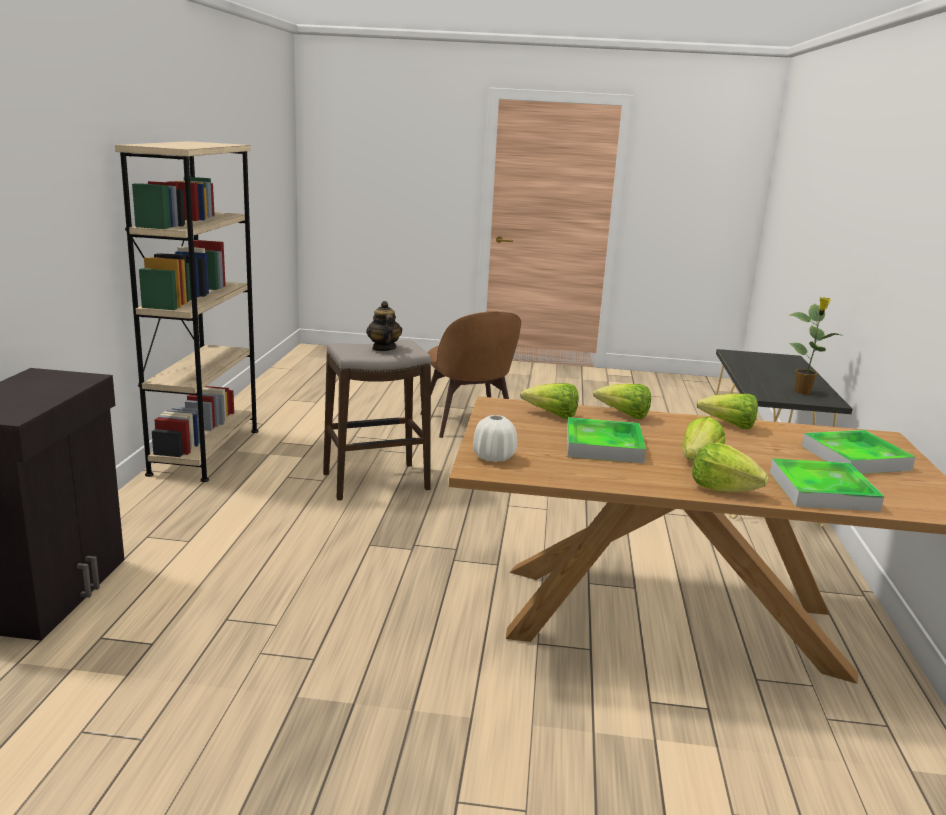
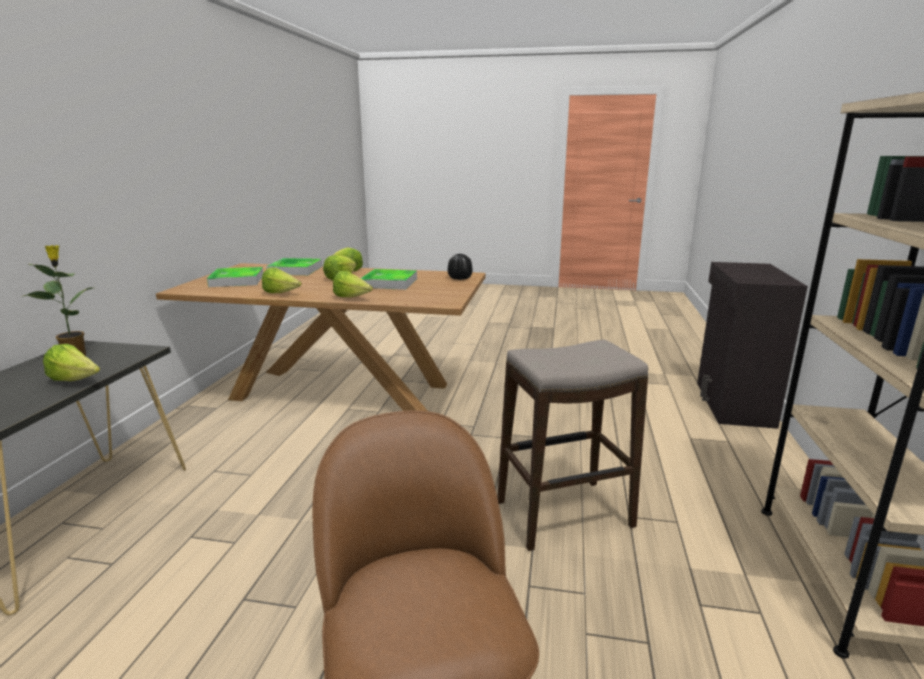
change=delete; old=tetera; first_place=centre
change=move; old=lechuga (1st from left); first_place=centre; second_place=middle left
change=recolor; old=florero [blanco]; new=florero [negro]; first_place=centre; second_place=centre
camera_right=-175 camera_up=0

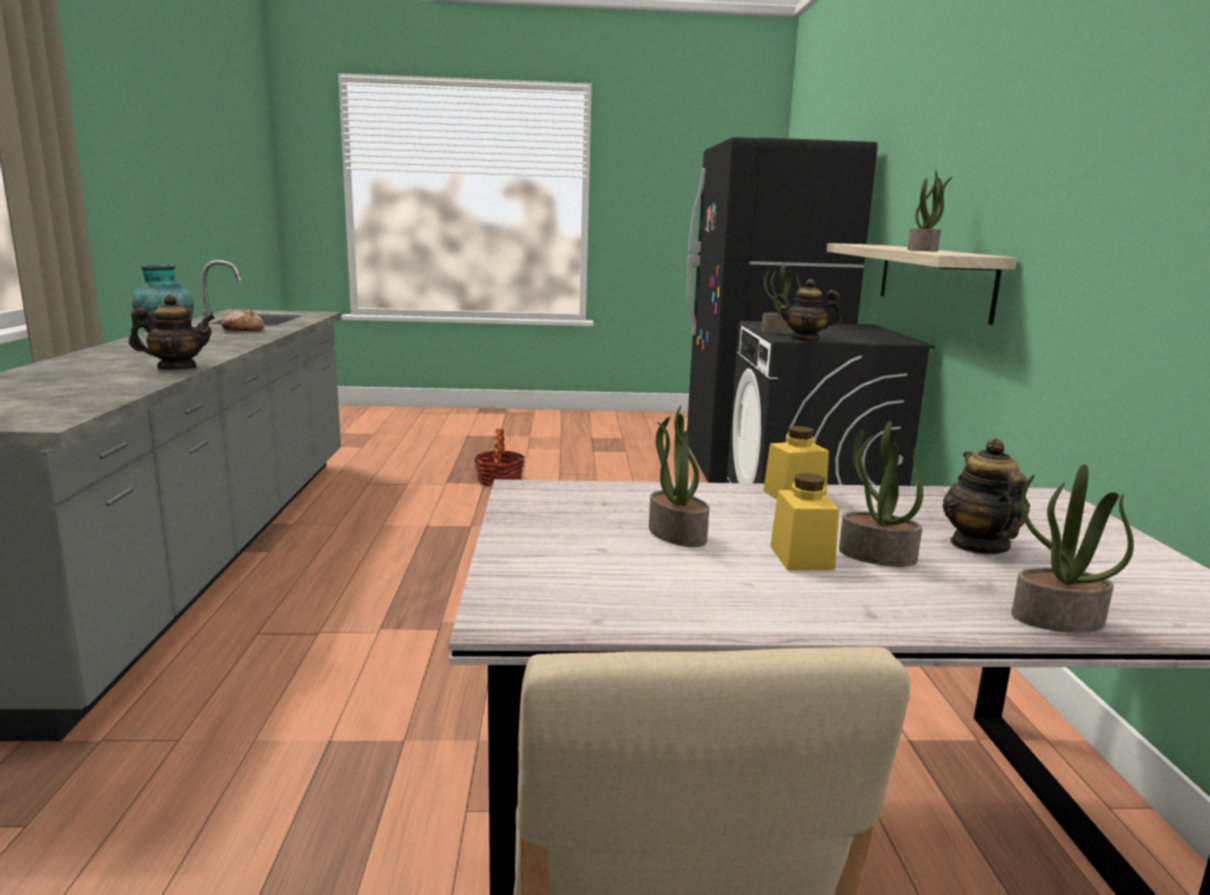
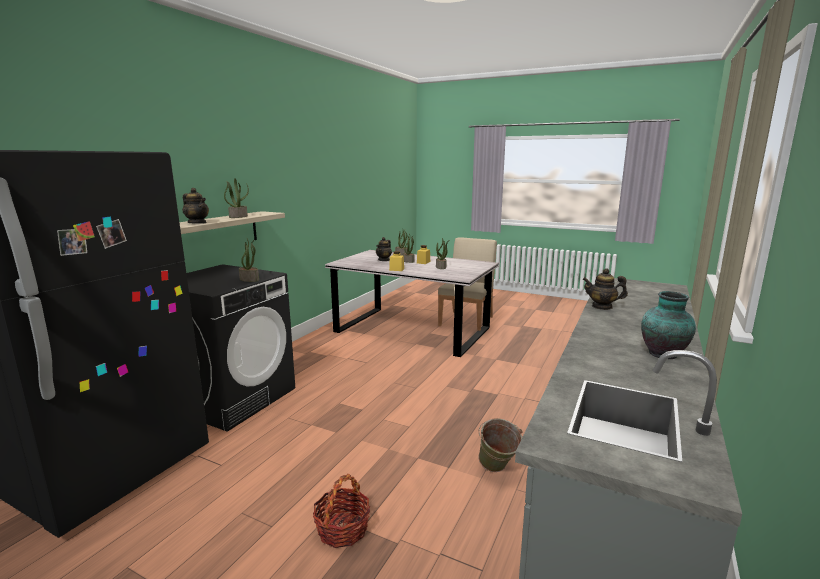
change=move; old=tetera (2nd from left in the first image); new=tetera (1st from left); first_place=middle right; second_place=middle left
change=delete; old=pan; first_place=middle left
change=insert; new=cubo [verde]; second_place=bottom centre
camera_right=-150 camera_up=0

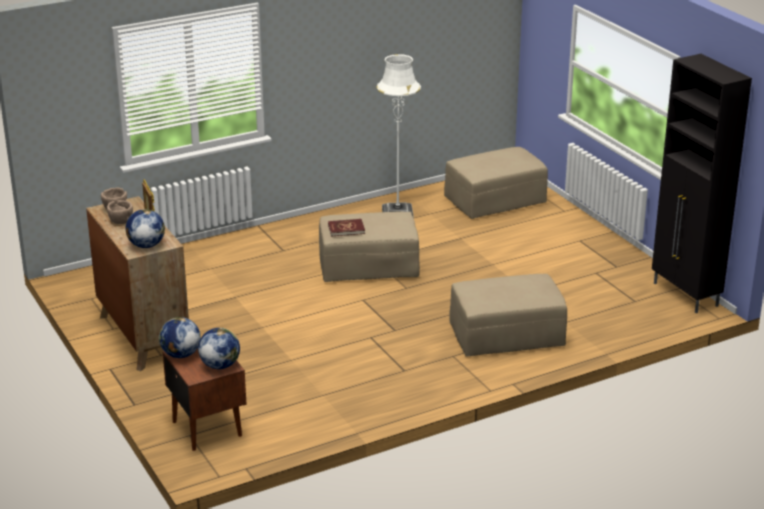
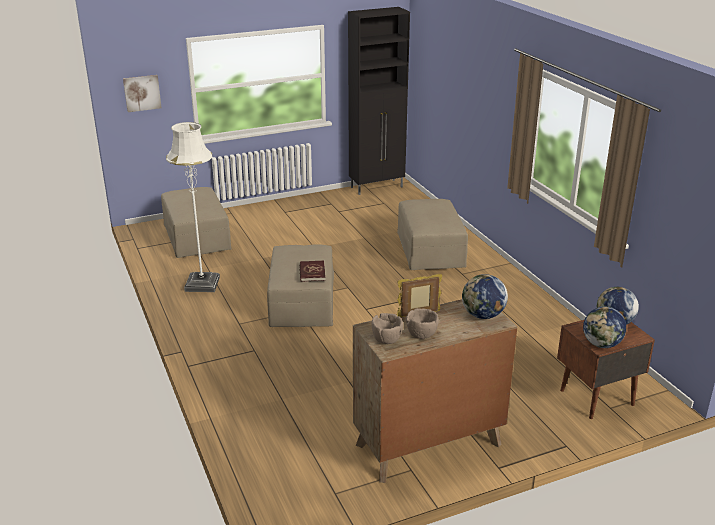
change=insert; new=cuadro; second_place=top left
camera_right=-85 camera_up=0

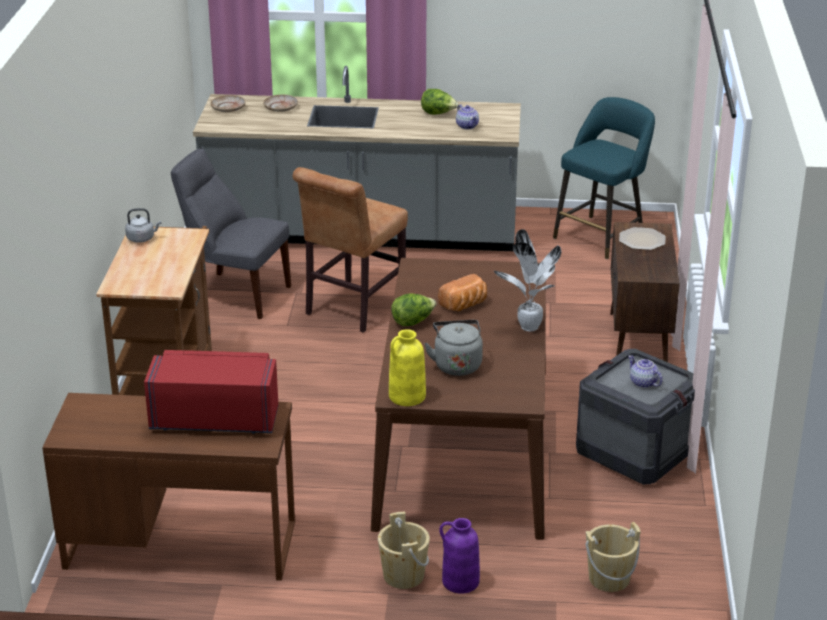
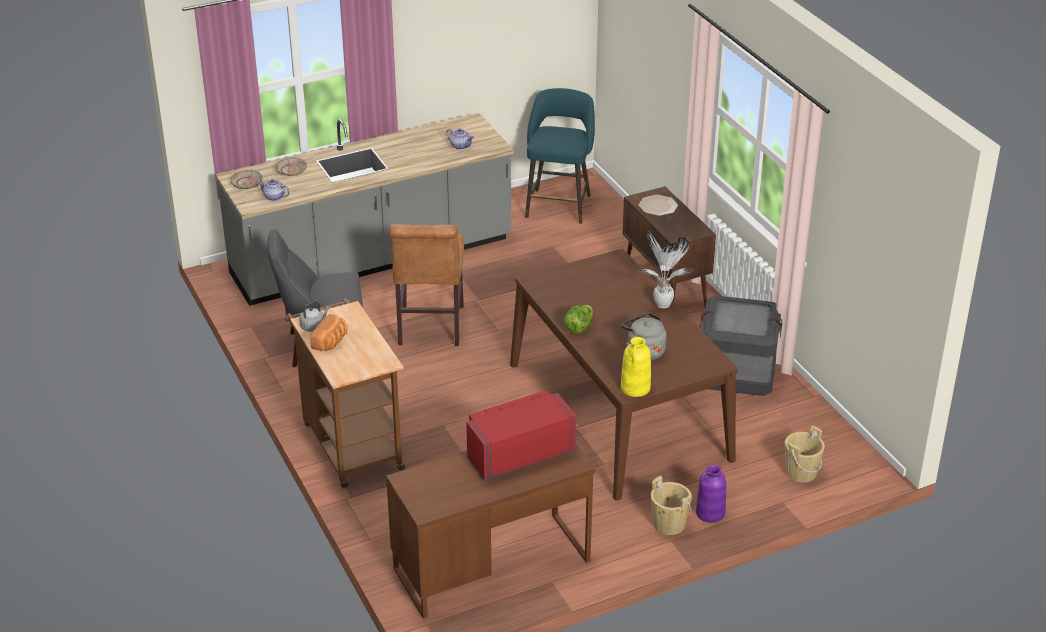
change=delete; old=lechuga (2nd from left); first_place=top centre
change=move; old=pan; first_place=centre; second_place=middle left
change=move; old=tetera (2nd from left in the first image); new=tetera (1st from left); first_place=middle right; second_place=top left
camera_right=-30 camera_up=5

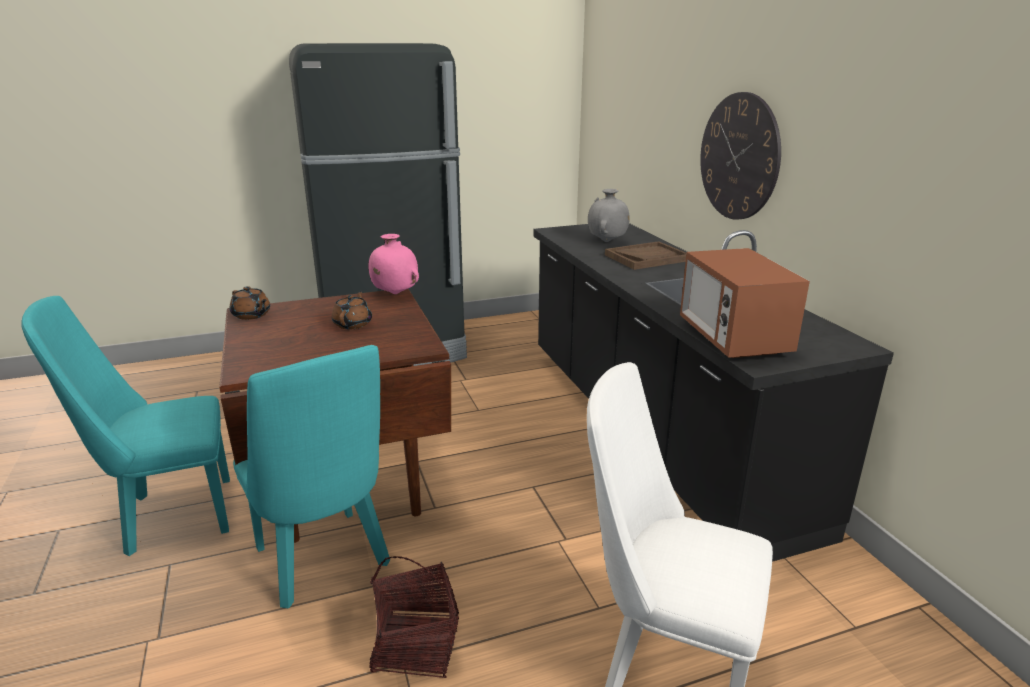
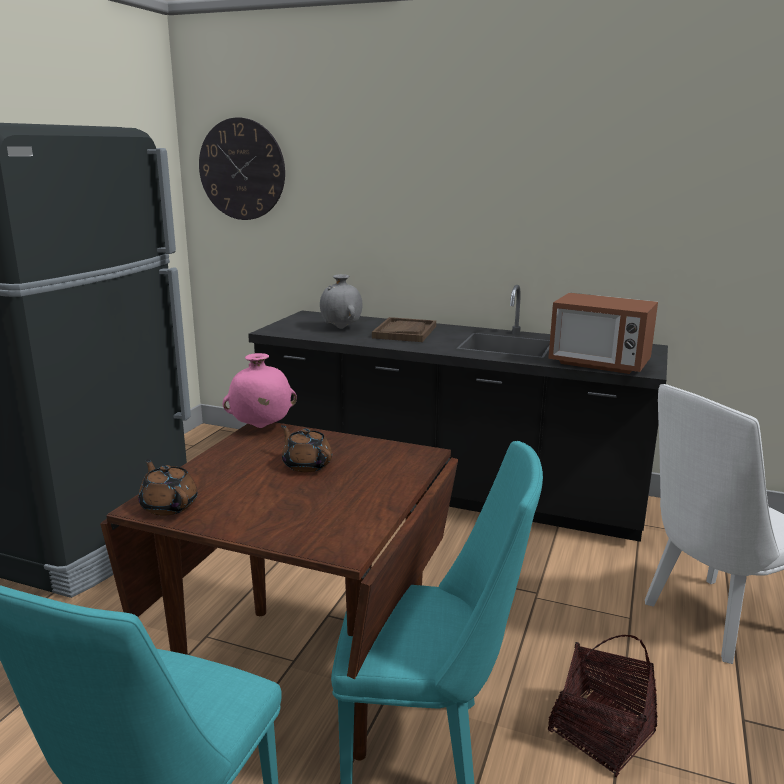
change=move; old=reloj de pared; first_place=top right; second_place=top left
change=rotate; old=tetera [marrón] (1st from left); first_place=middle left; second_place=middle left; degrees=-120
camera_right=-50 camera_up=-5

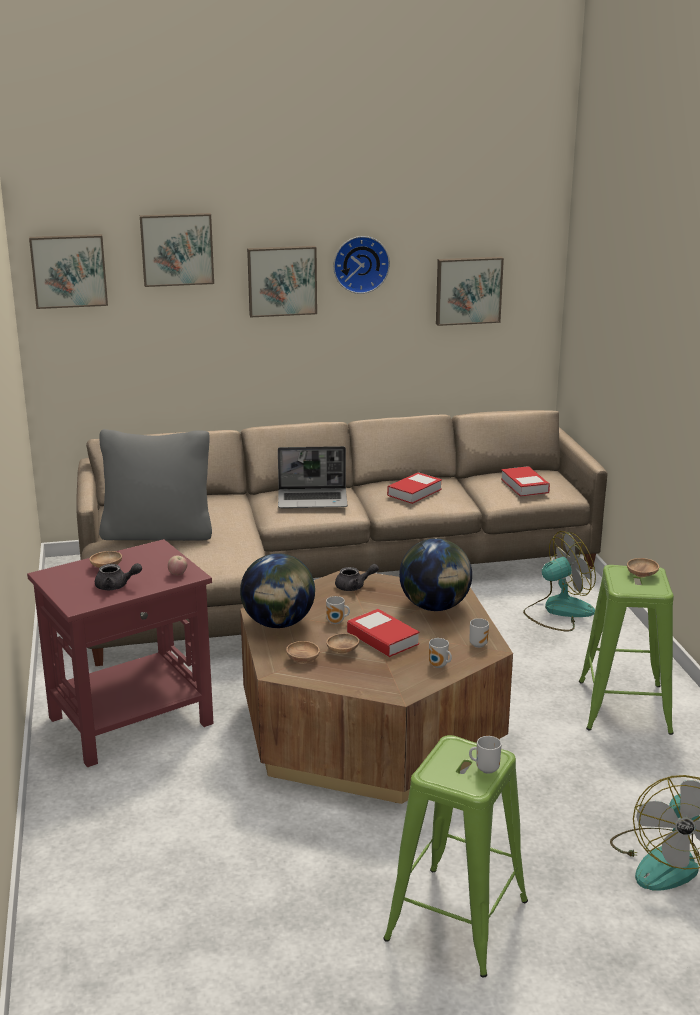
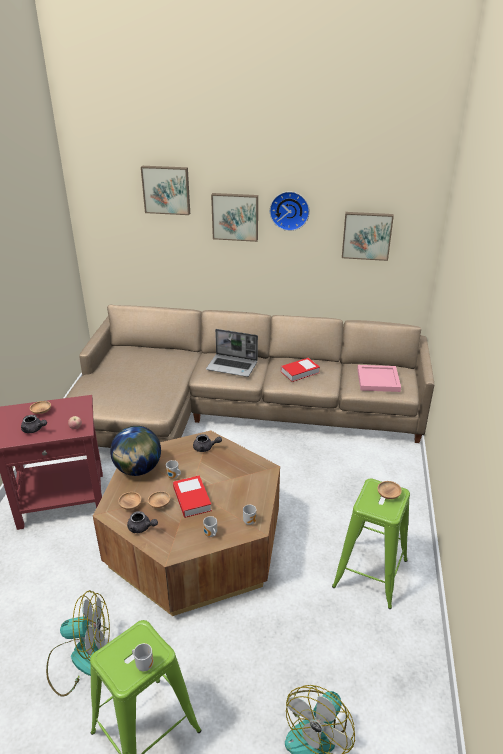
change=delete; old=cuadro (1st from left); first_place=top left
change=delete; old=cojín [gris]; first_place=middle left
change=replace; old=libro (3rd from left); new=bandeja [rosa]; first_place=middle right; second_place=middle right
change=move; old=ventilador (1st from left); first_place=middle right; second_place=bottom left
change=delete; old=globo terráqueo (2nd from left); first_place=centre
change=insert; new=tetera [gris] (2nd from left); second_place=bottom left
camera_right=20 camera_up=10

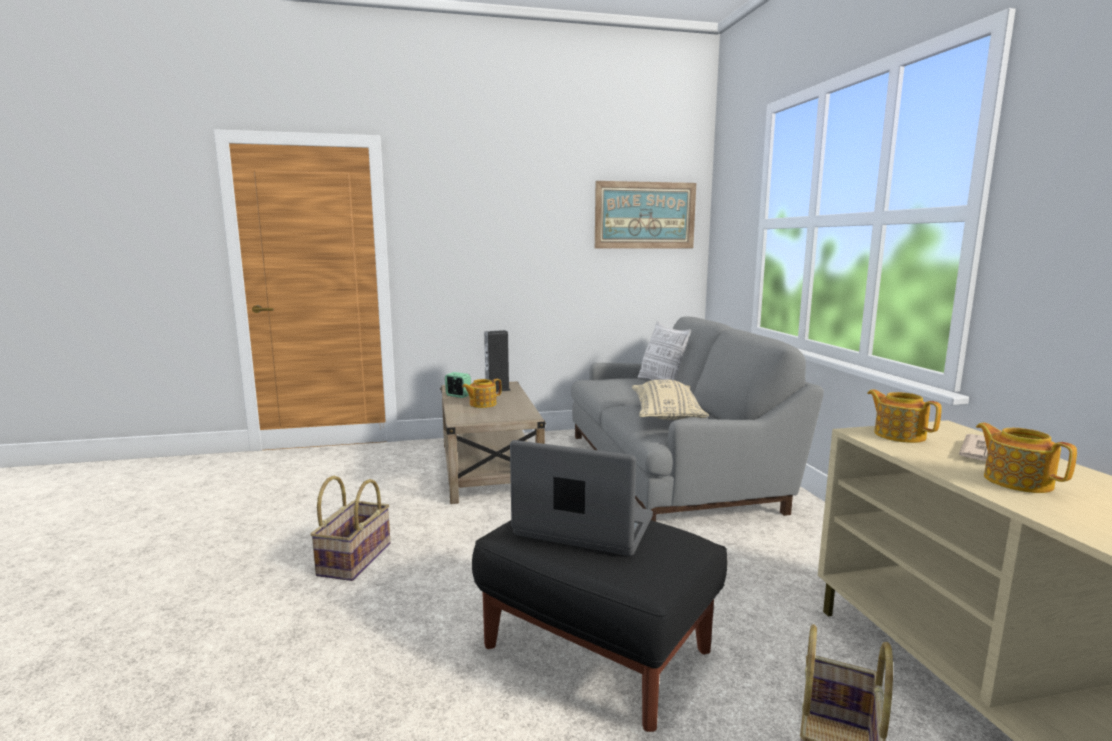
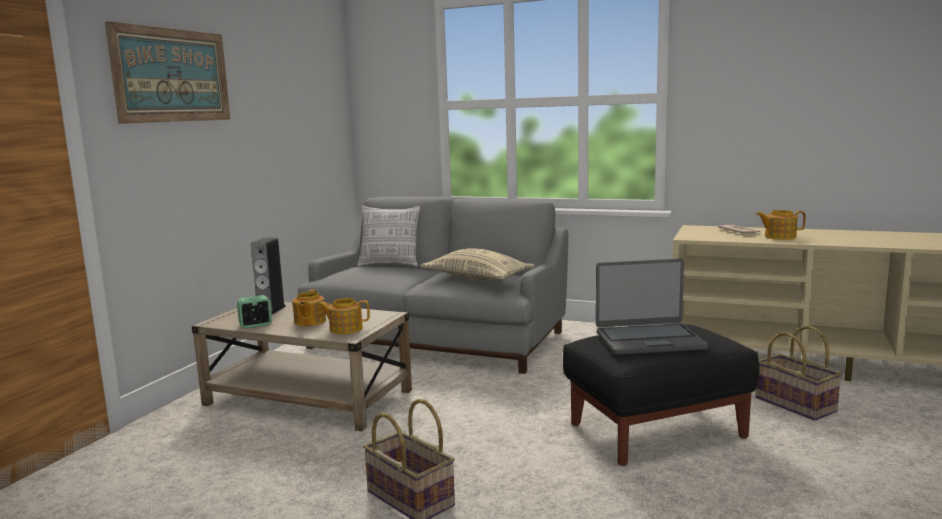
change=move; old=cuadro; first_place=top centre; second_place=top left
change=move; old=tetera (2nd from left); first_place=middle right; second_place=centre
change=rotate; old=portátil; first_place=bottom centre; second_place=middle right; degrees=-150
camera_right=-55 camera_up=0

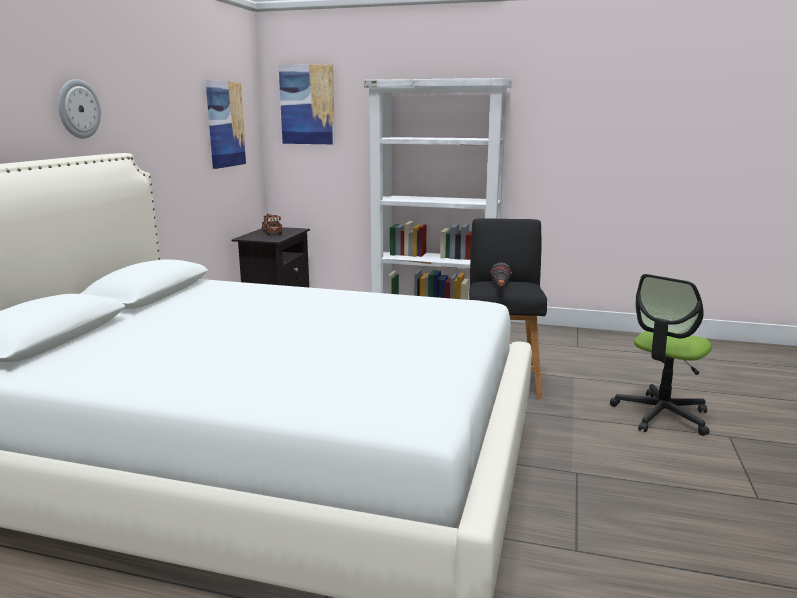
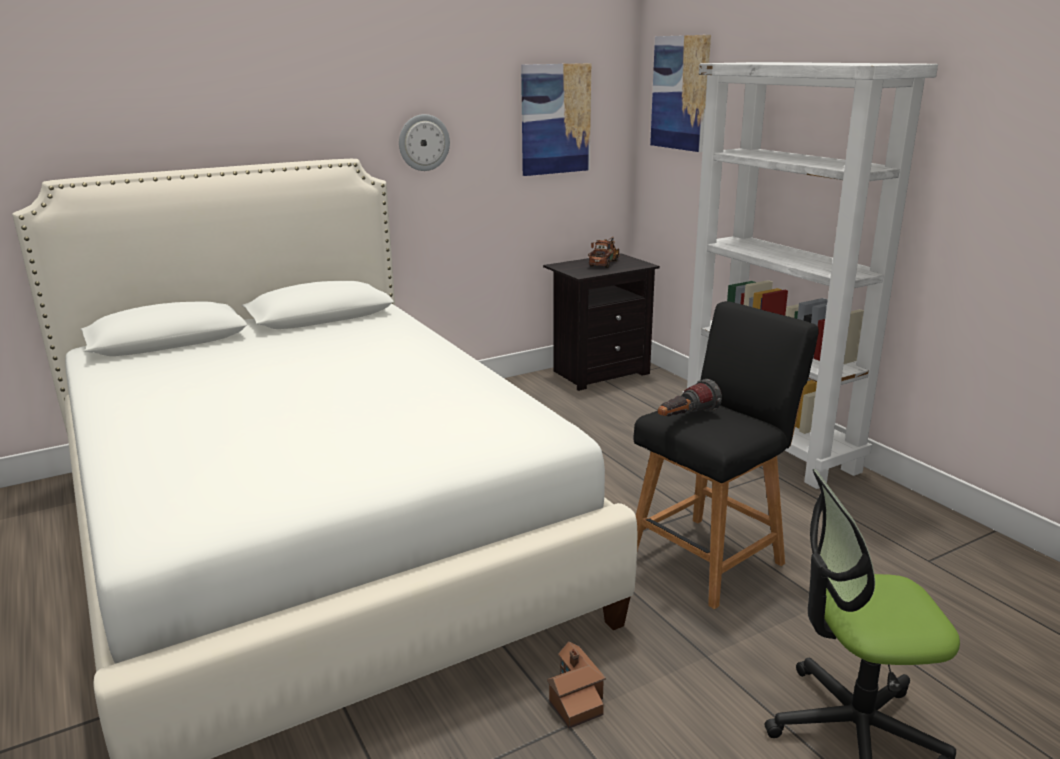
change=move; old=reloj de pared; first_place=top left; second_place=top centre
change=insert; new=casita; second_place=bottom centre
camera_right=45 camera_up=5

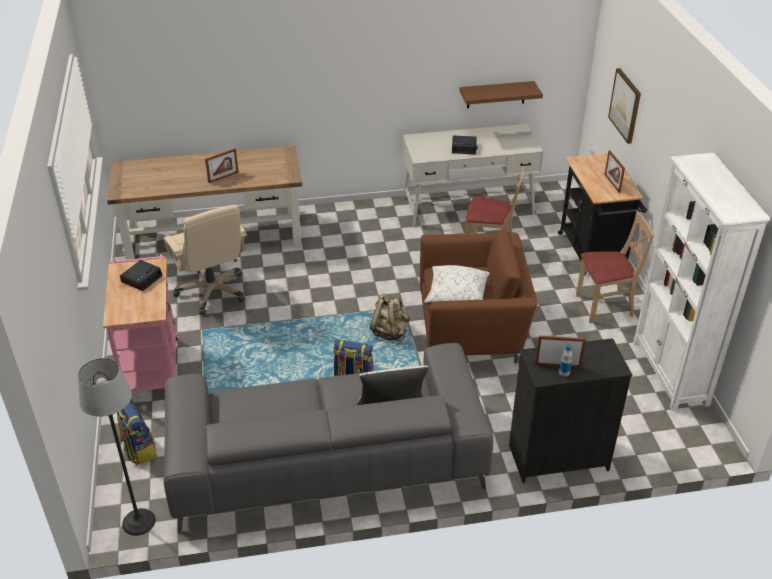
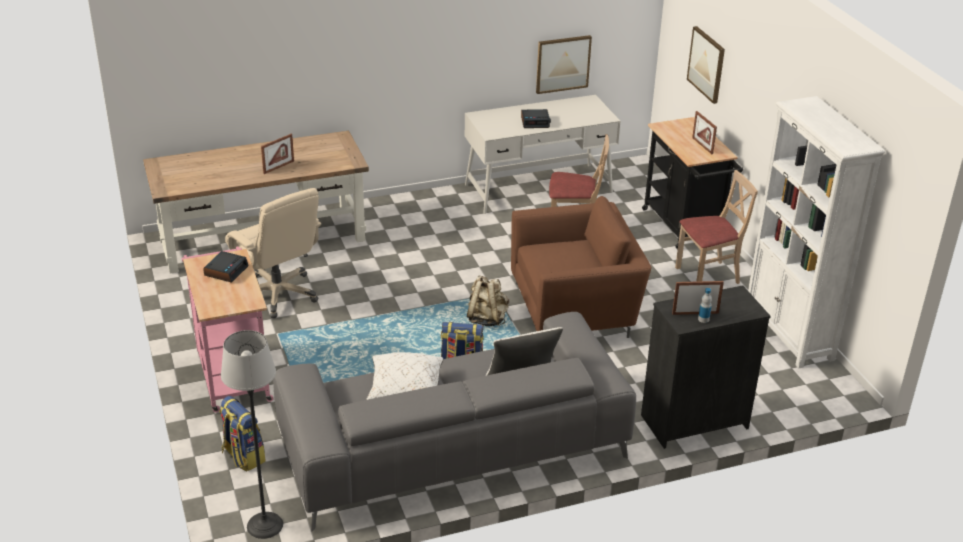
change=replace; old=estante [marrón]; new=cuadro (1st from left); first_place=top centre; second_place=top centre
change=move; old=cojín [blanco] (2nd from left in the first image); new=cojín [blanco] (1st from left); first_place=centre; second_place=bottom centre
camera_right=-10 camera_up=-5

